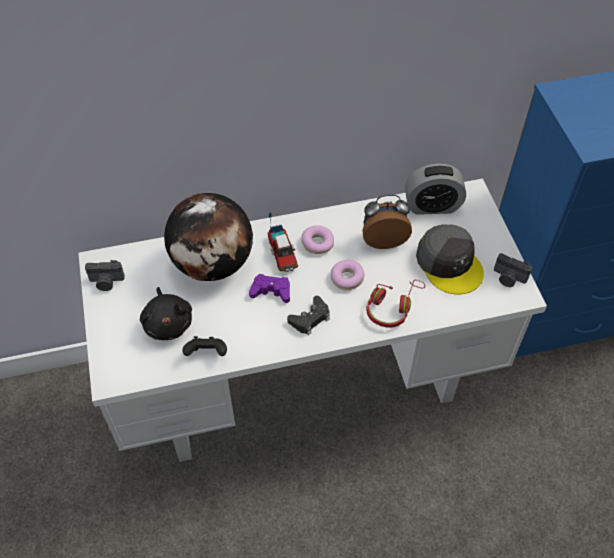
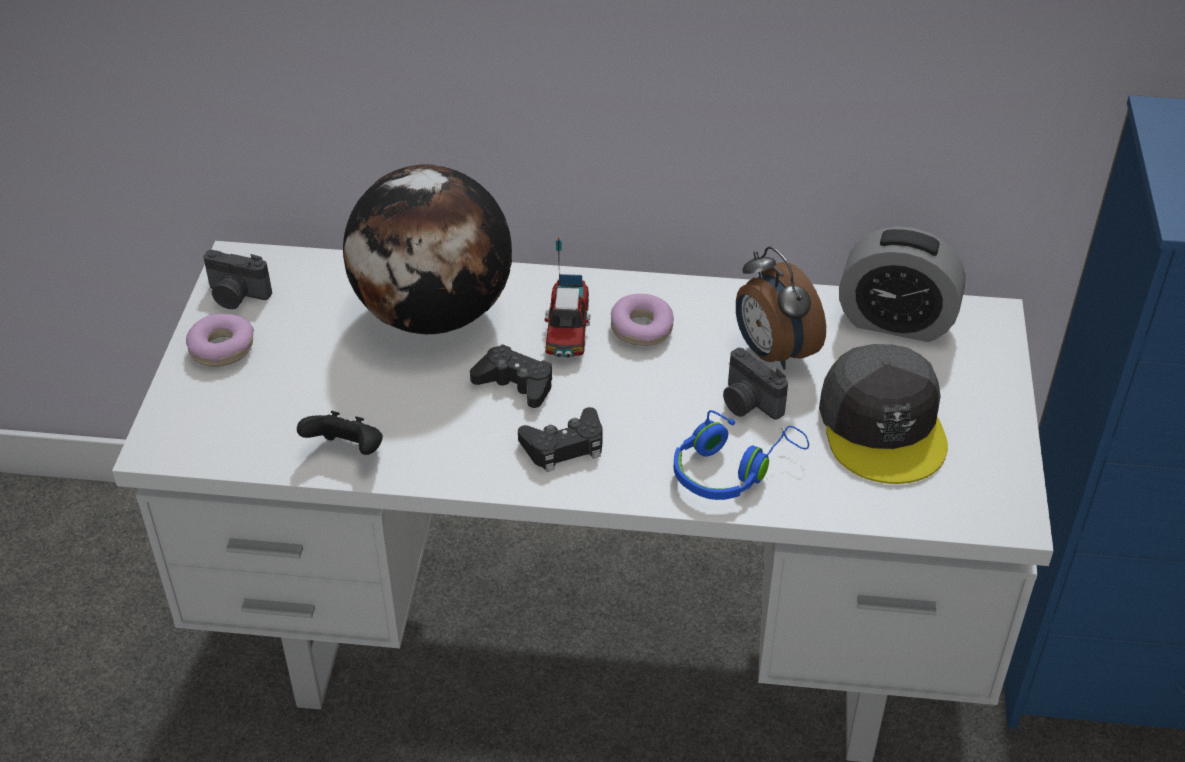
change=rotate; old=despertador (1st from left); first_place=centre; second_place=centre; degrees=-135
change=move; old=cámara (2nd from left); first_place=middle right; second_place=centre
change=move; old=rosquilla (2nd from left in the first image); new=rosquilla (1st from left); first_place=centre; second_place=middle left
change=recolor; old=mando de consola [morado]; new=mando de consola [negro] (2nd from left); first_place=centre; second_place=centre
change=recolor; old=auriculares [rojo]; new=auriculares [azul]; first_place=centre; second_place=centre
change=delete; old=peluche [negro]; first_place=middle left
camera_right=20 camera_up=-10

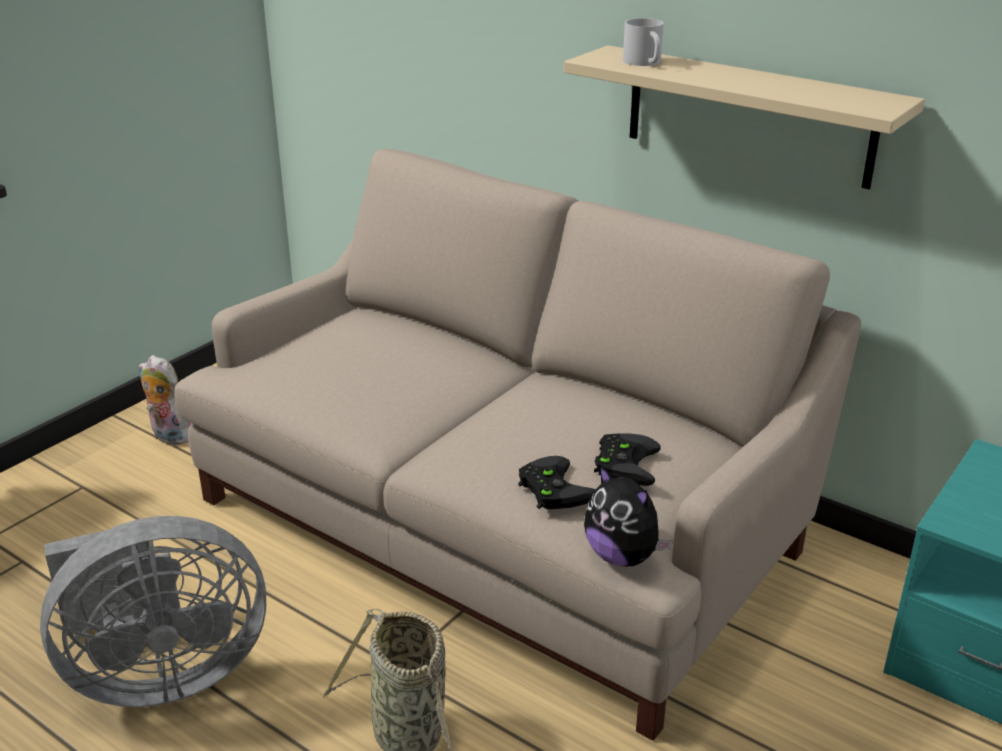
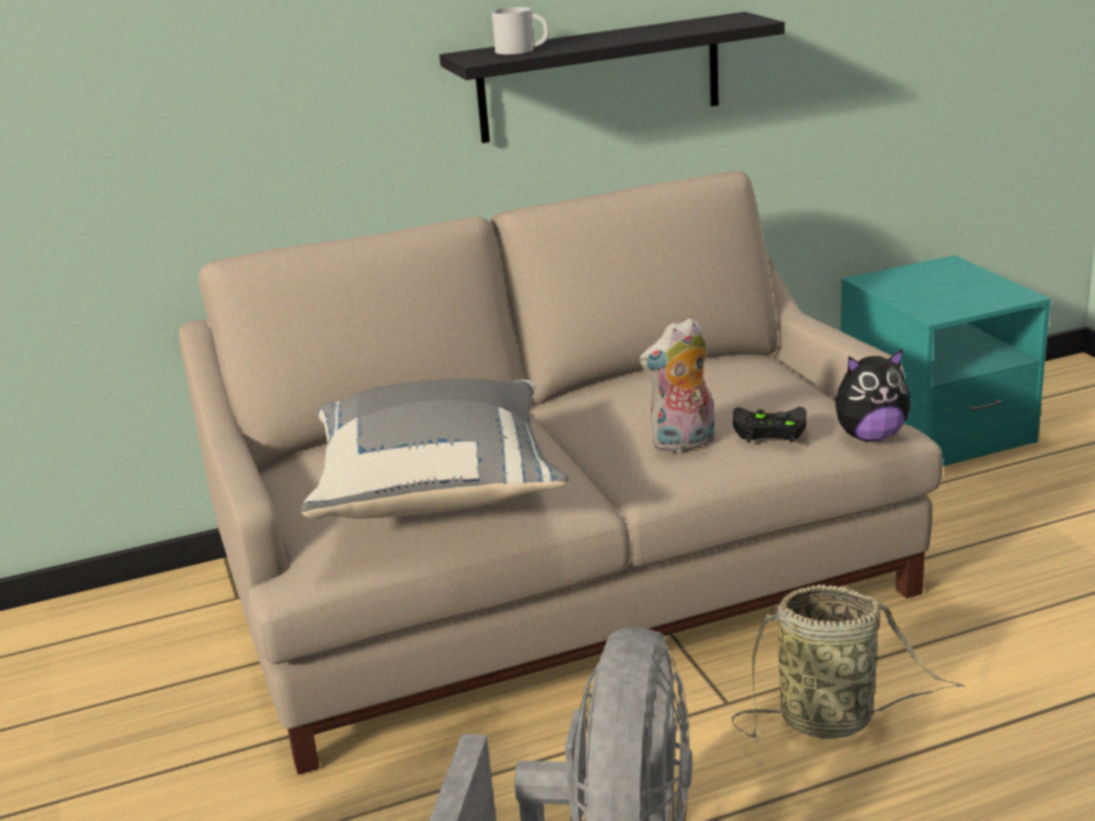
change=recolor; old=estante [beis]; new=estante [negro]; first_place=top right; second_place=top centre
change=move; old=peluche (1st from left); first_place=middle left; second_place=centre
change=delete; old=mando de consola [negro] (2nd from left); first_place=centre
change=insert; new=cojín [gris]; second_place=centre
camera_right=-55 camera_up=-5

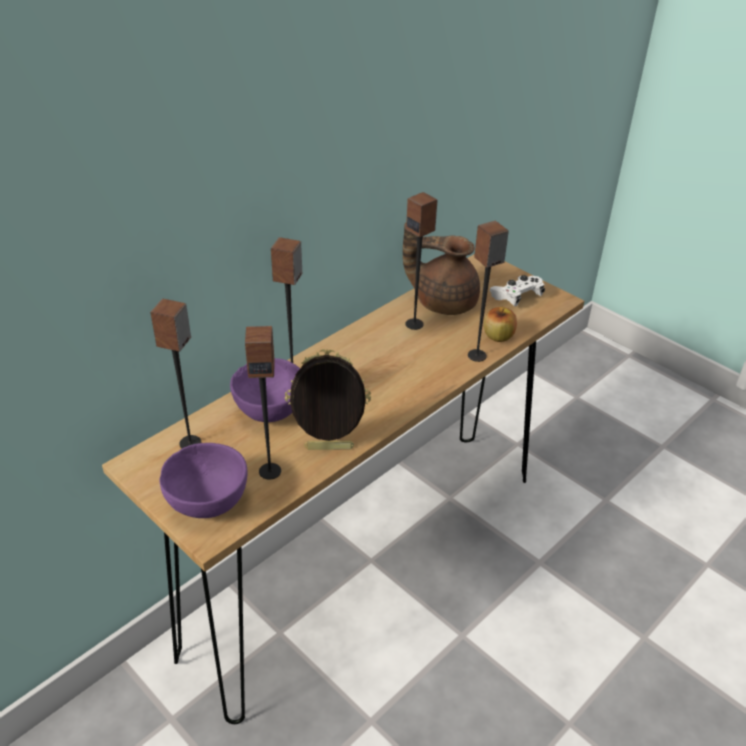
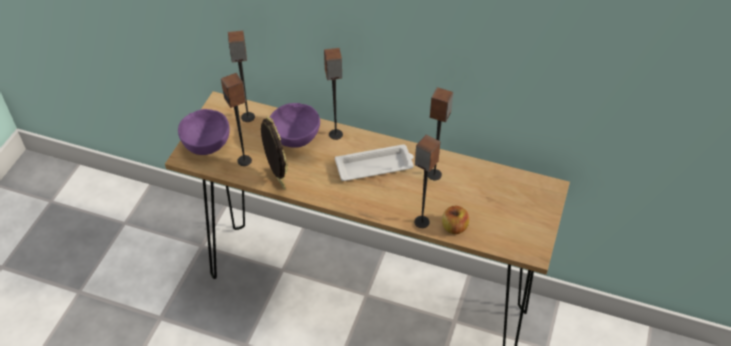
change=delete; old=tetera [marrón]; first_place=centre
change=delete; old=mando de consola [blanco]; first_place=middle right
change=insert; new=bandeja [blanco]; second_place=centre
camera_right=65 camera_up=10

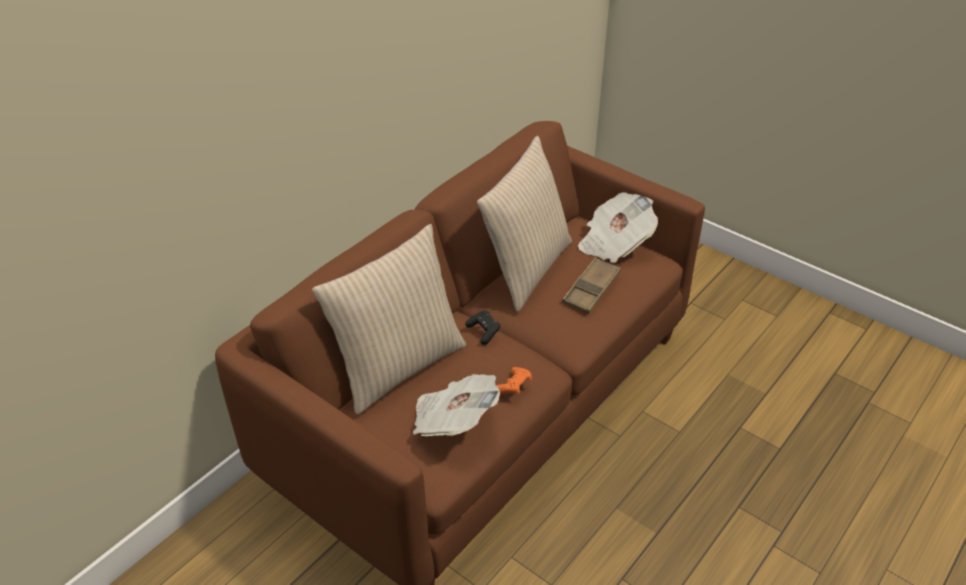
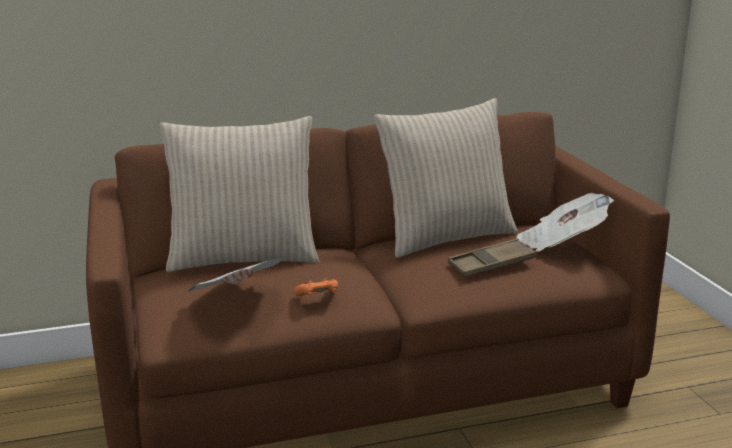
change=delete; old=mando de consola [negro]; first_place=centre
camera_right=35 camera_up=-20

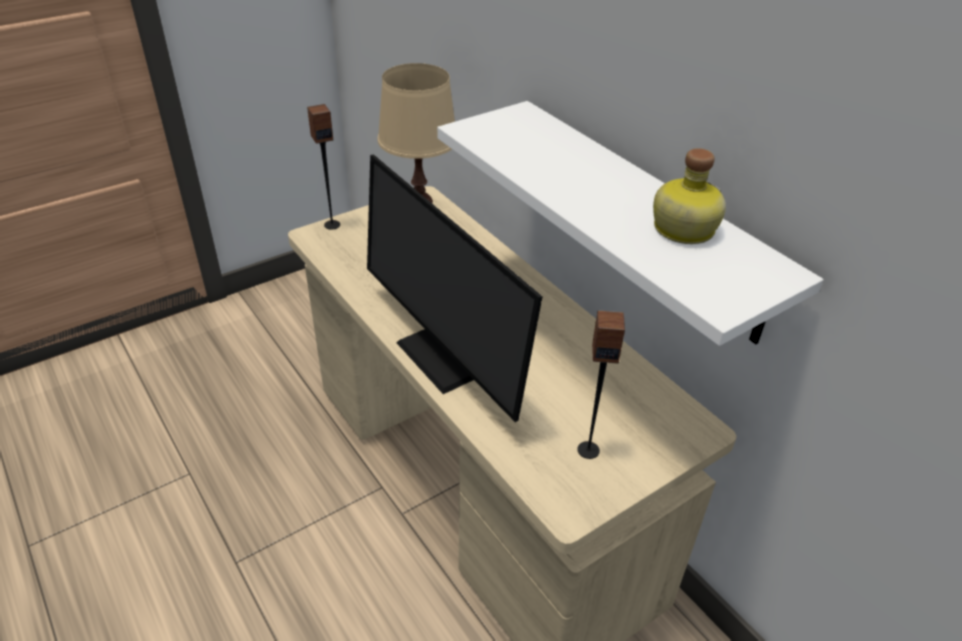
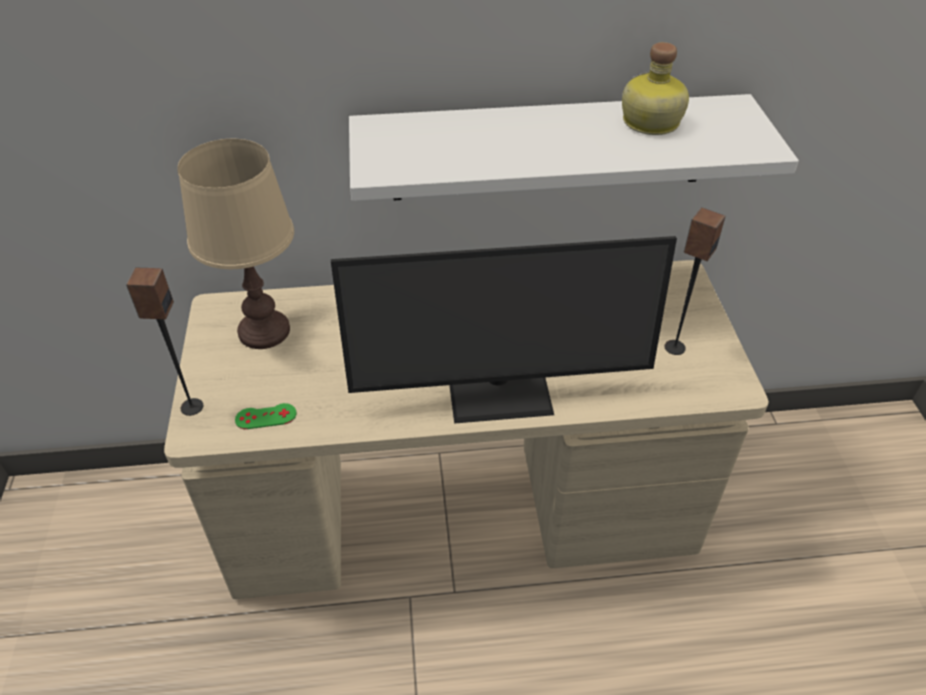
change=insert; new=mando de consola [verde]; second_place=middle left
camera_right=-60 camera_up=5

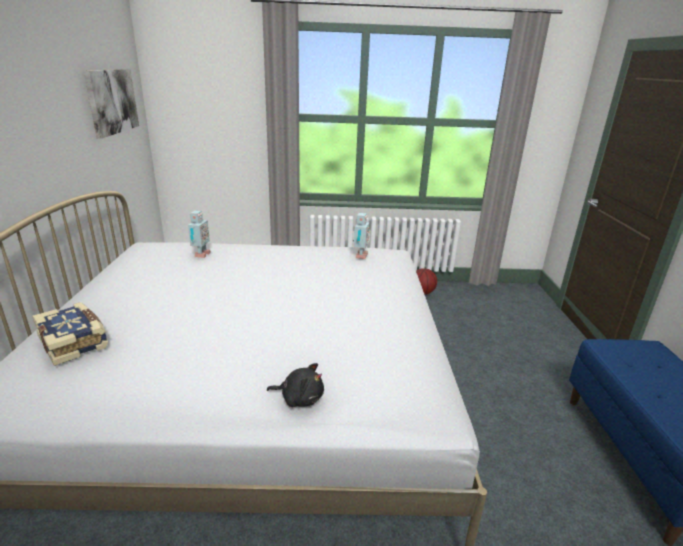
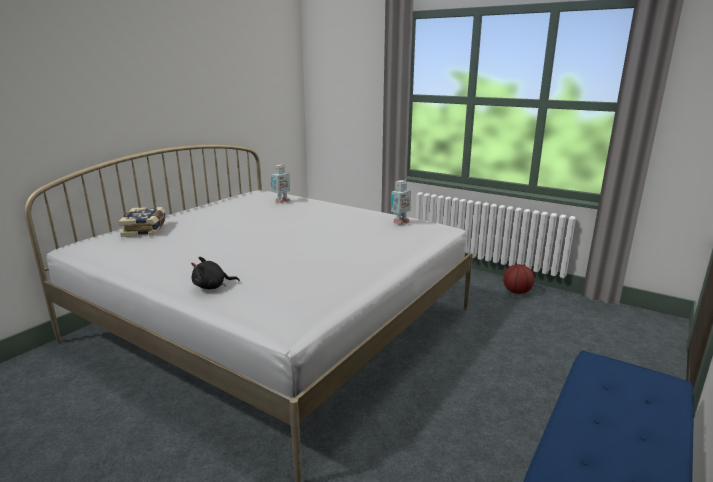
change=delete; old=cuadro; first_place=top left
change=rotate; old=peluche [negro]; first_place=bottom centre; second_place=middle left; degrees=120
camera_right=35 camera_up=-5

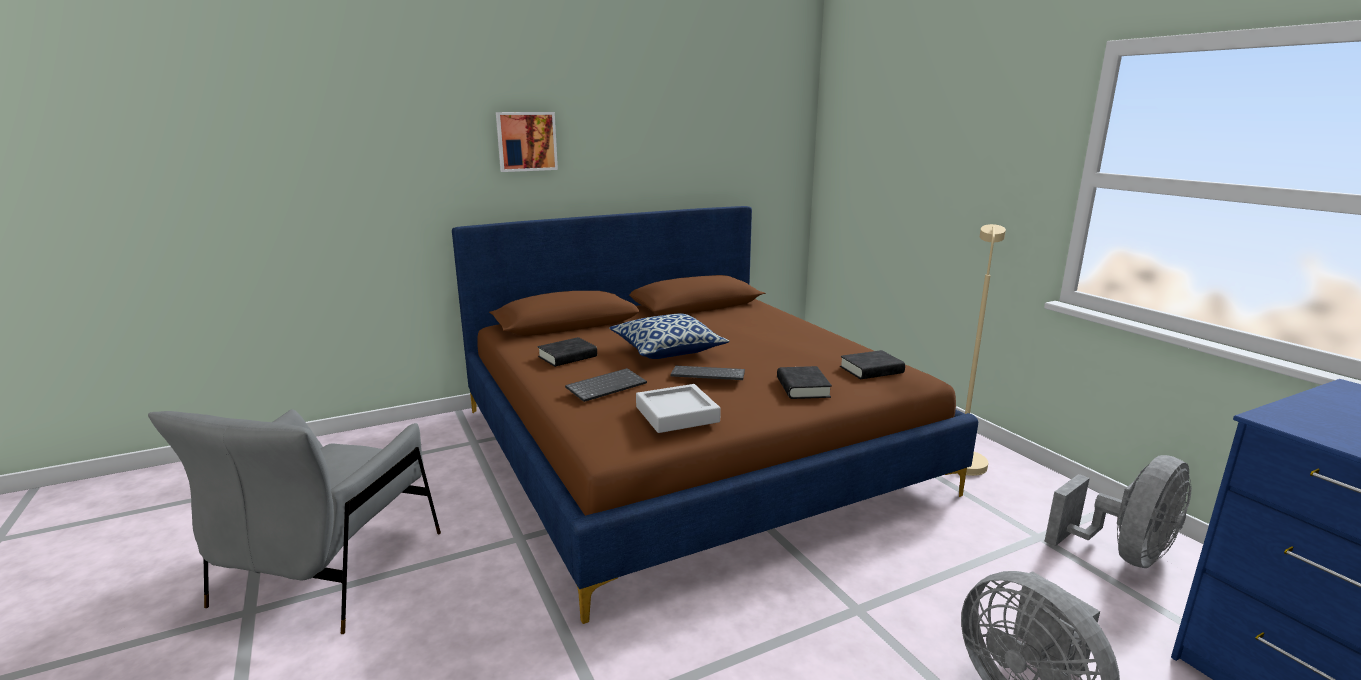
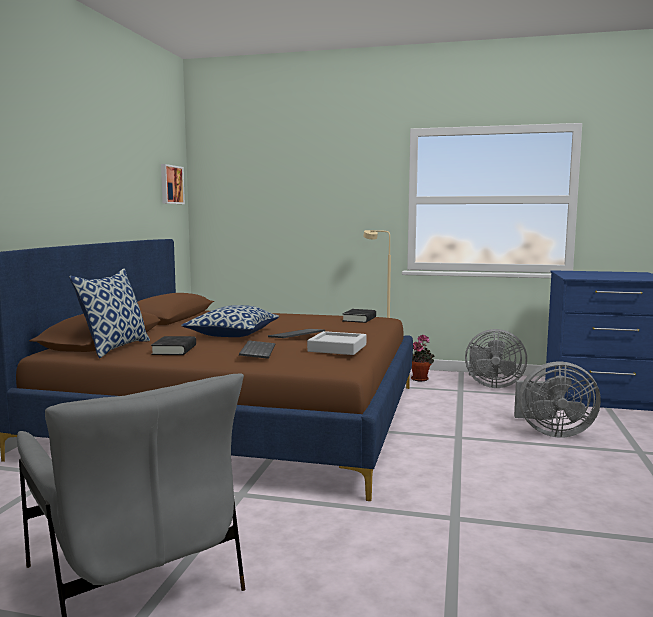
change=move; old=cuadro; first_place=top centre; second_place=top left
change=delete; old=libro [negro] (2nd from left); first_place=centre
change=rotate; old=ventilador [gris] (2nd from left in the first image); first_place=bottom right; second_place=middle right; degrees=105
change=insert; new=cojín (1st from left); second_place=middle left
change=insert; new=planta en maceta; second_place=centre
camera_right=-50 camera_up=-10

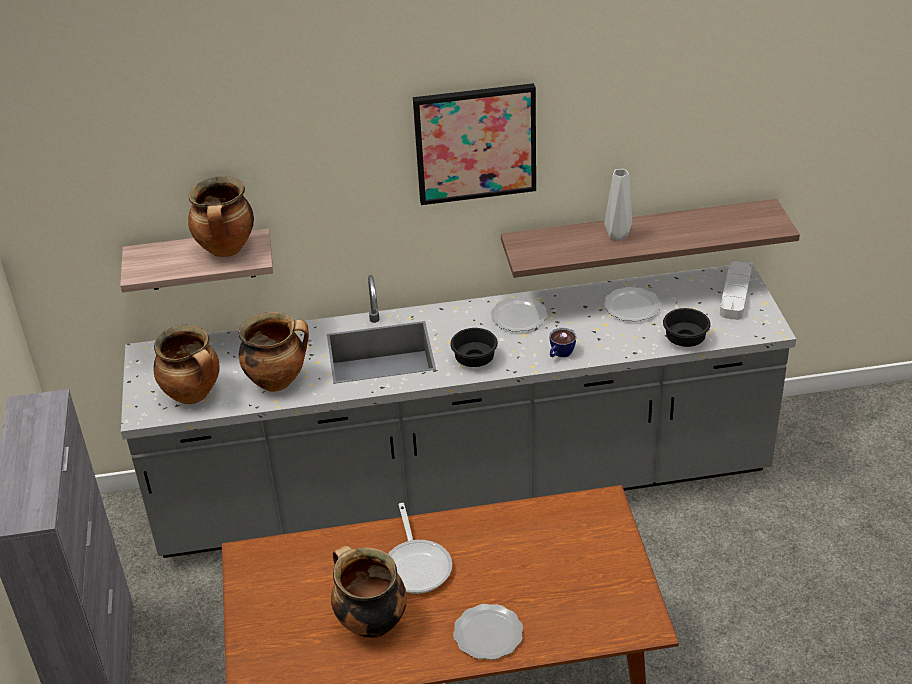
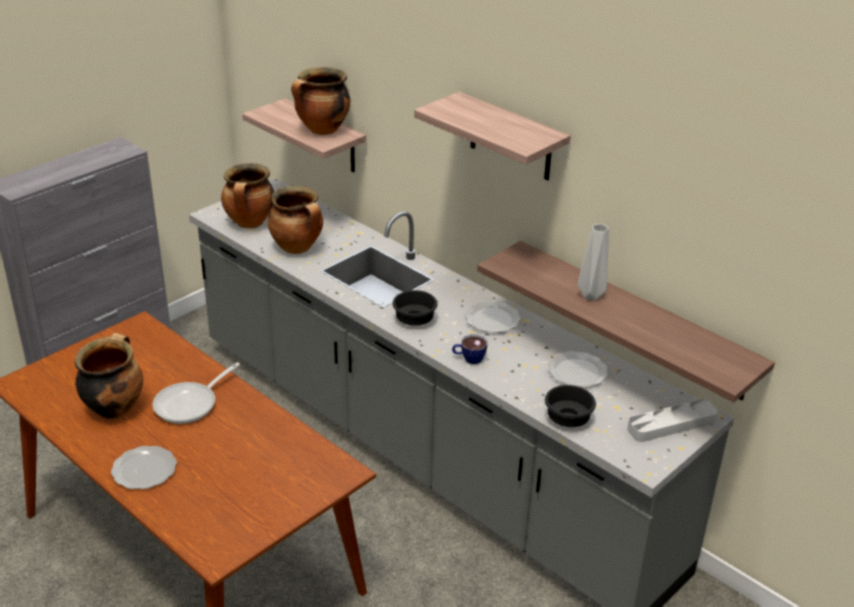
change=replace; old=cuadro; new=estante (2nd from left); first_place=top centre; second_place=top centre
camera_right=50 camera_up=-5

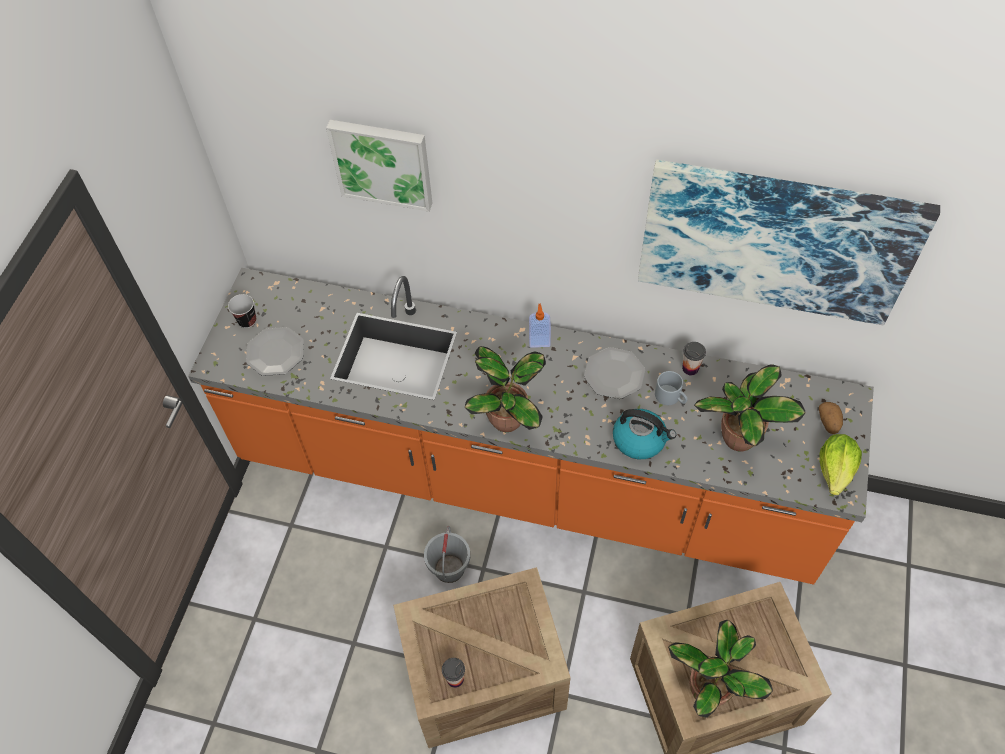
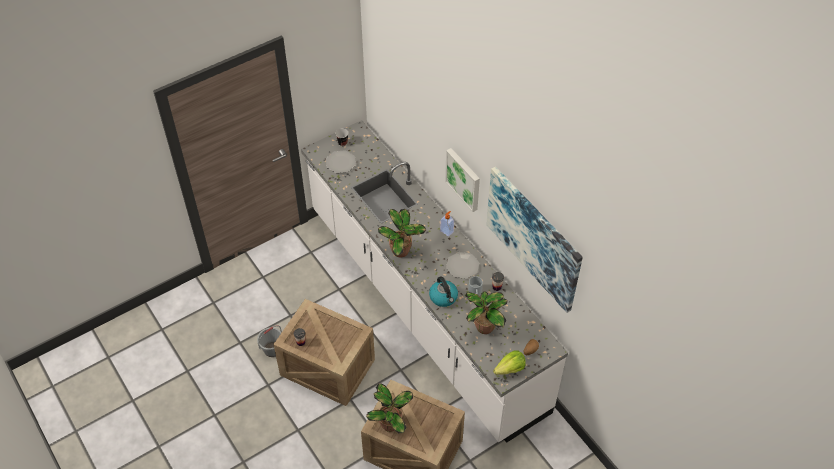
change=move; old=cuadro (1st from left); first_place=top centre; second_place=centre
change=recolor; old=mueble bajo de cocina [naranja]; new=mueble bajo de cocina [blanco]; first_place=centre; second_place=centre
change=move; old=cubo [gris]; first_place=bottom centre; second_place=bottom left
camera_right=40 camera_up=-5

